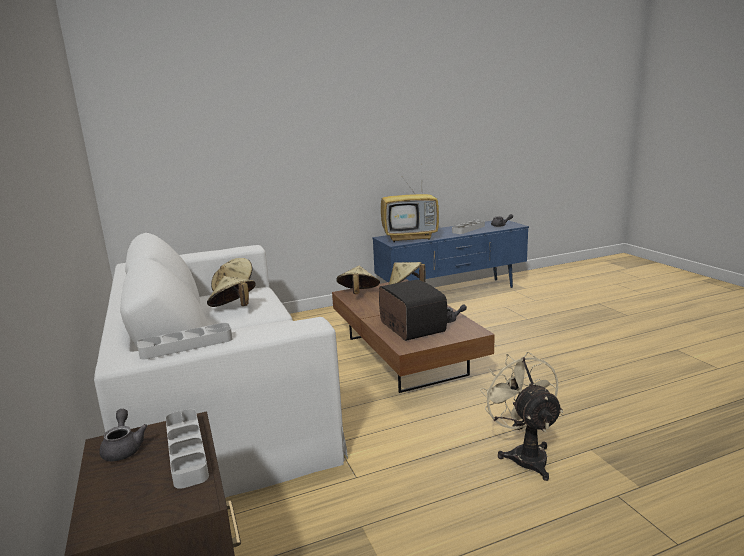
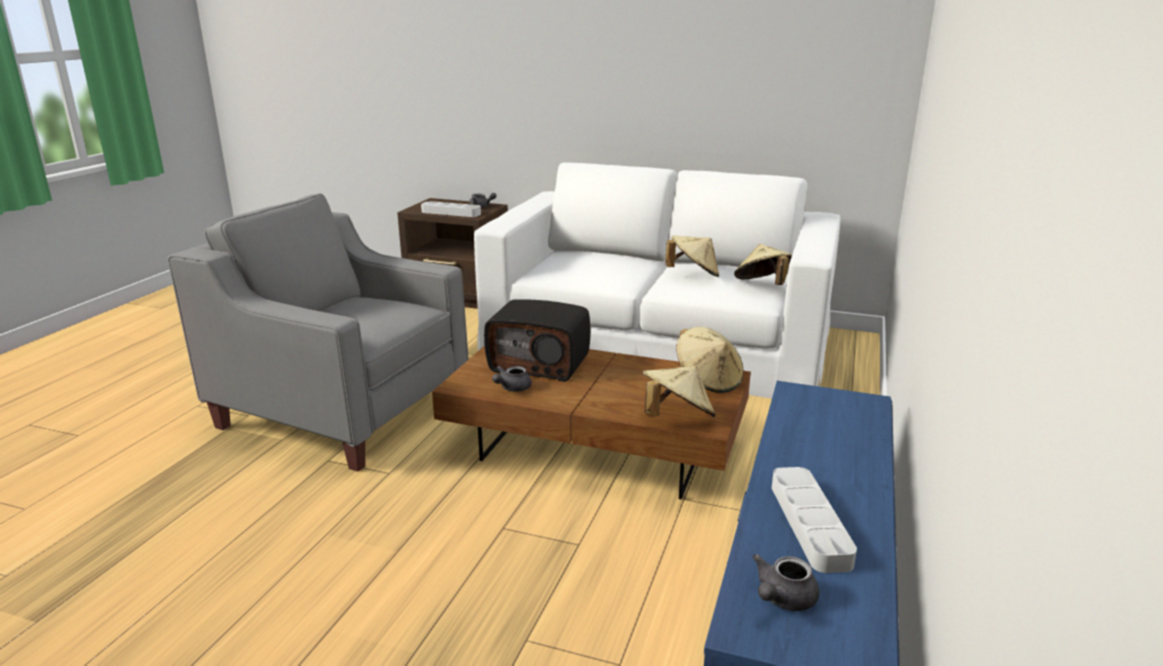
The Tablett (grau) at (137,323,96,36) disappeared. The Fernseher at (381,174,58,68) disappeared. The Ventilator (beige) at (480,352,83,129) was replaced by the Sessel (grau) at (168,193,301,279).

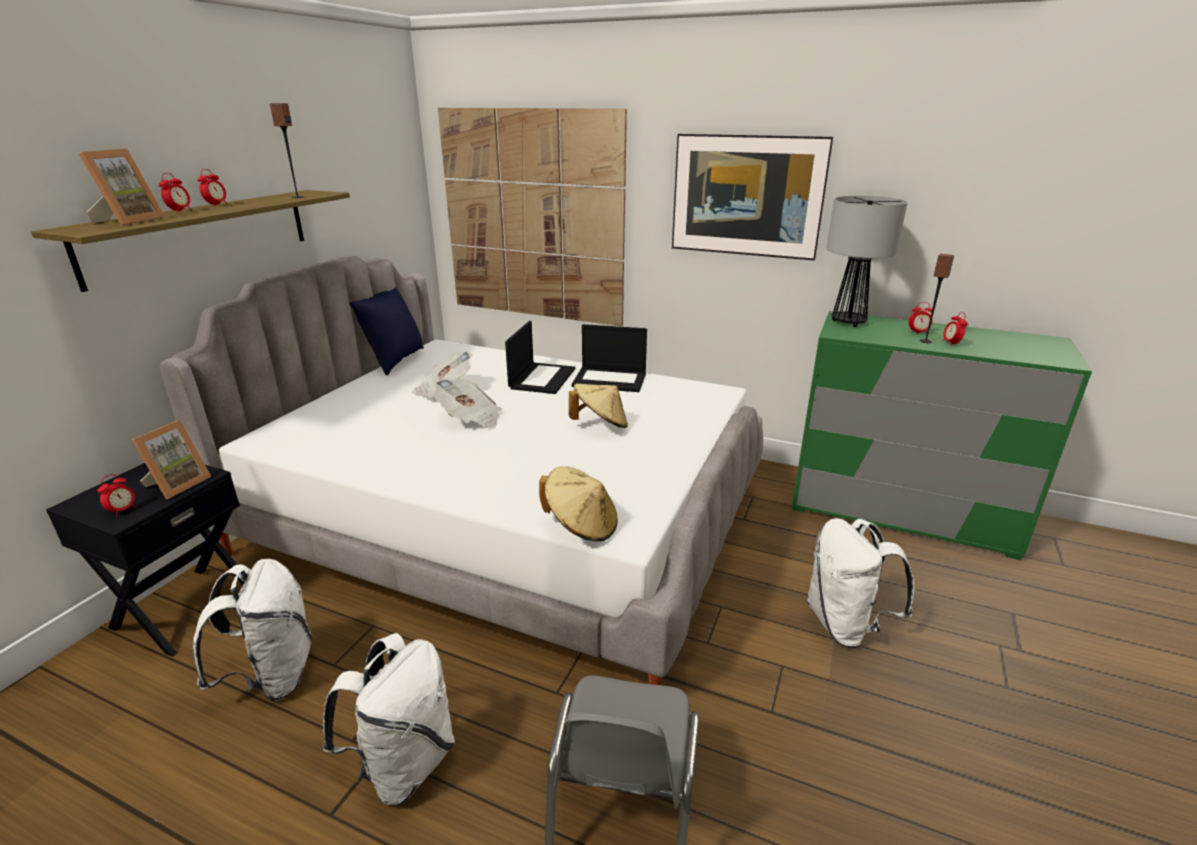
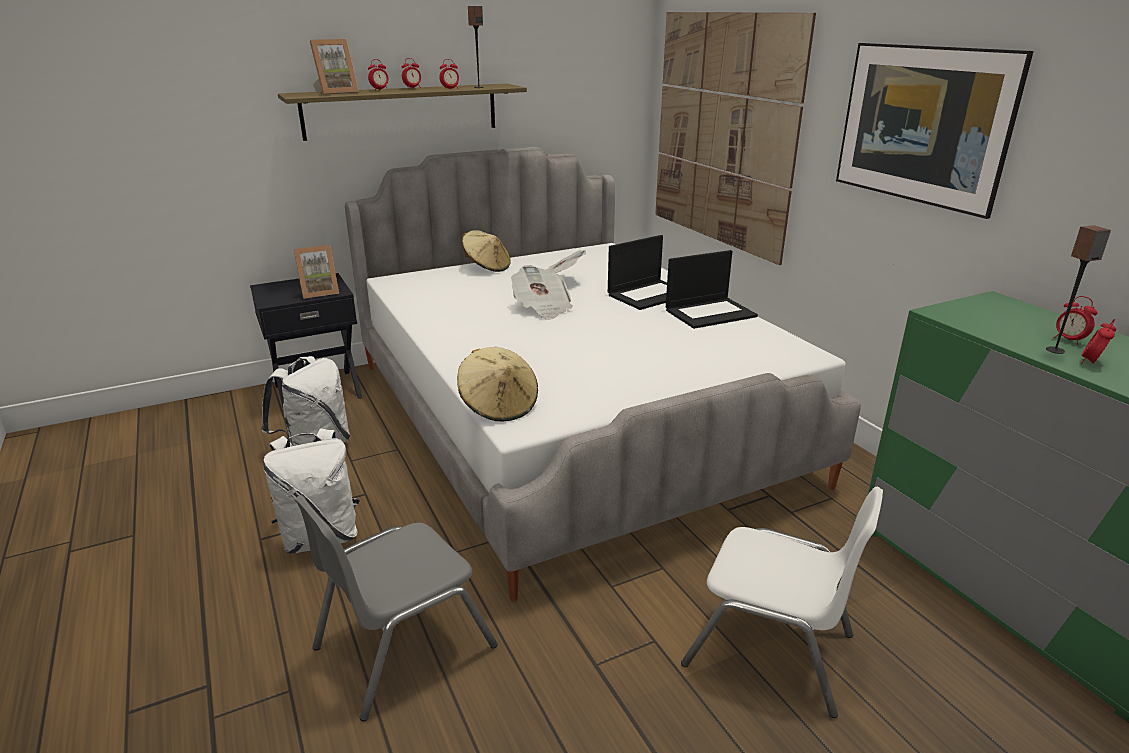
The Kissen (blau) at (349,288,75,88) disappeared. The Tischlampe at (826,196,82,131) disappeared. The Wecker moved from (97,474,40,43) to (439,59,20,30). The Hut (beige) moved from (569,383,59,45) to (462,230,49,42). The Rucksack (weiß) at (808,518,107,130) was replaced by the Stuhl (weiß) at (681,487,202,231). The Laptop at (571,324,76,68) turned 75 degrees counterclockwise.

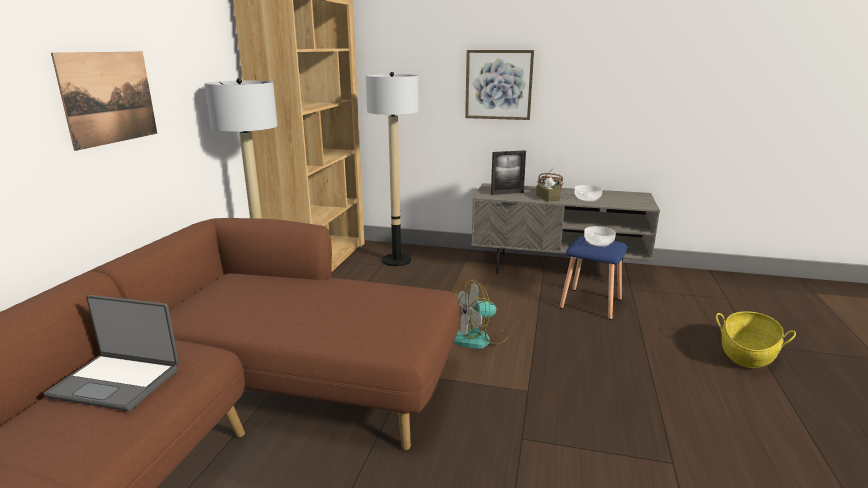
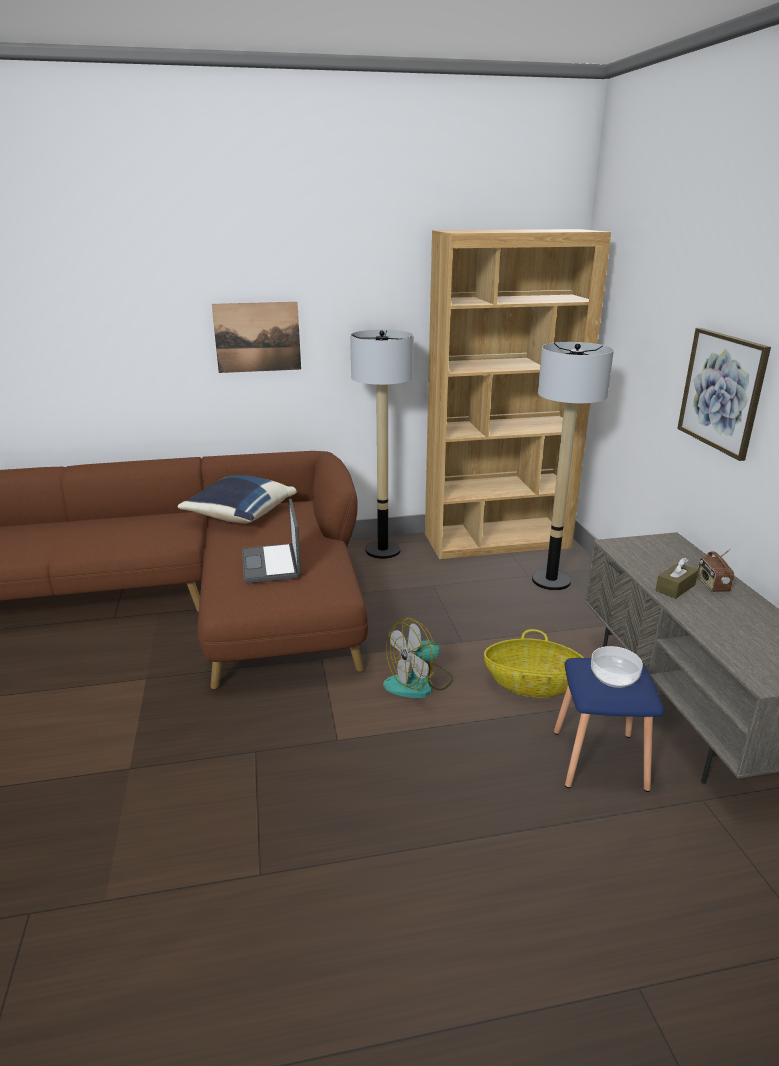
The Bilderrahmen at (491,150,35,45) disappeared. The Schüssel at (574,185,29,17) disappeared. The Kissen (blau) at (178,475,119,48) appeared. The Laptop moved from (44,295,135,116) to (242,499,59,85). The Korb moved from (716,311,80,57) to (484,629,100,69). The Ventilator at (454,279,54,70) turned 75 degrees counterclockwise.

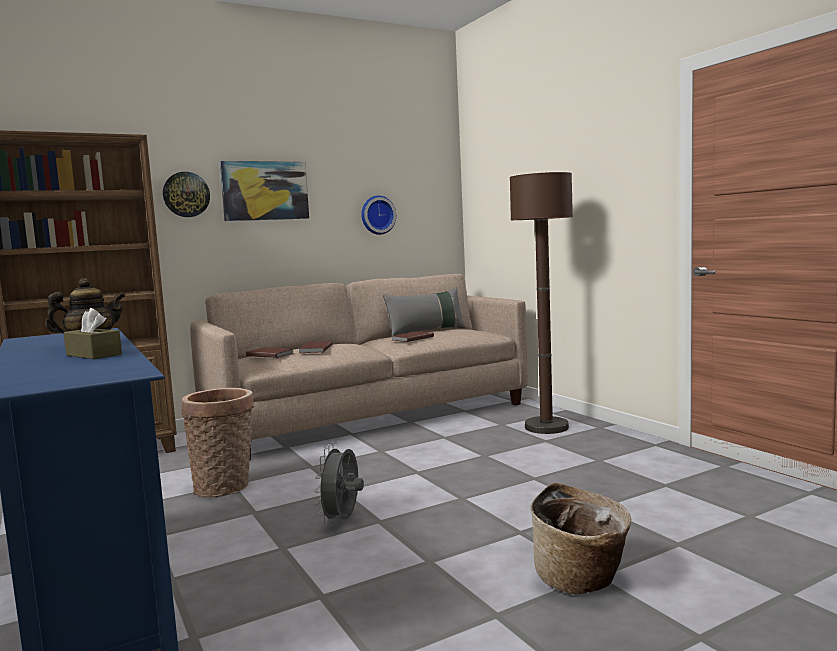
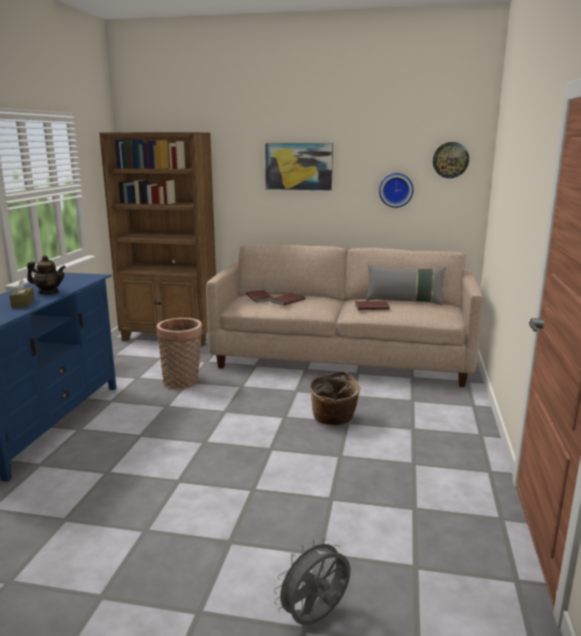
The Stehlampe (braun) at (510,172,63,262) disappeared. The Wanduhr moved from (163,172,47,45) to (433,142,36,36). The Ventilator (grau) moved from (315,444,49,80) to (274,537,76,88). The Korb moved from (530,483,101,111) to (310,371,50,54).

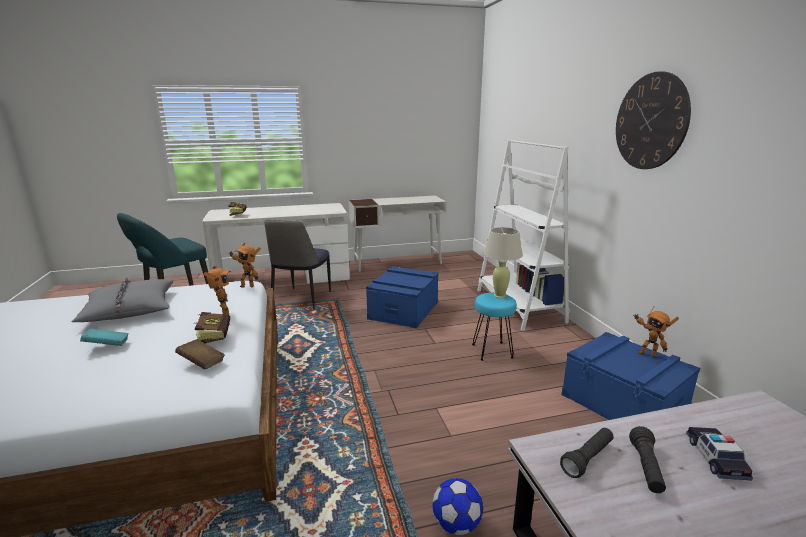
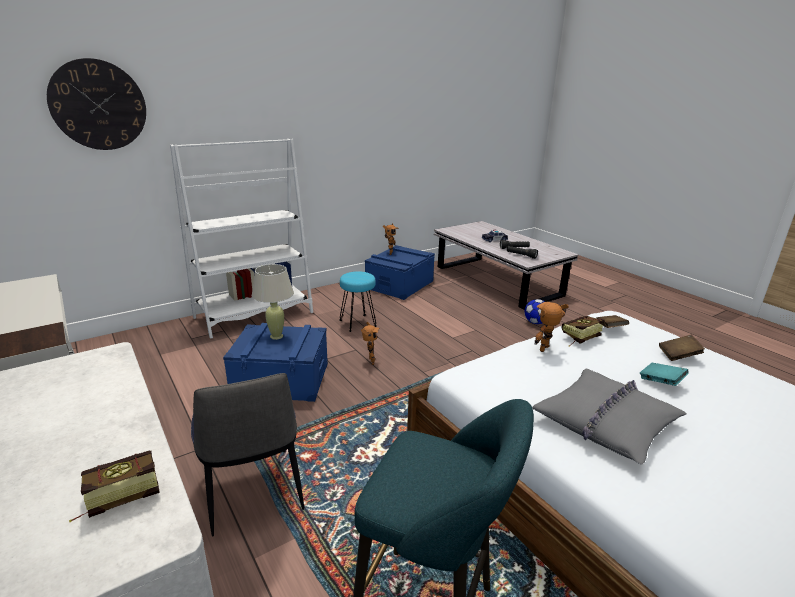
The Buch (braun) at (659,335,46,26) appeared. The Spielzeugroboter moved from (229,242,32,46) to (361,322,19,43). The Tischlampe (beige) moved from (484,227,39,71) to (252,264,42,76). The Wanduhr moved from (616,71,75,98) to (47,58,99,92). The Stuhl at (264,220,67,89) turned 75 degrees clockwise.

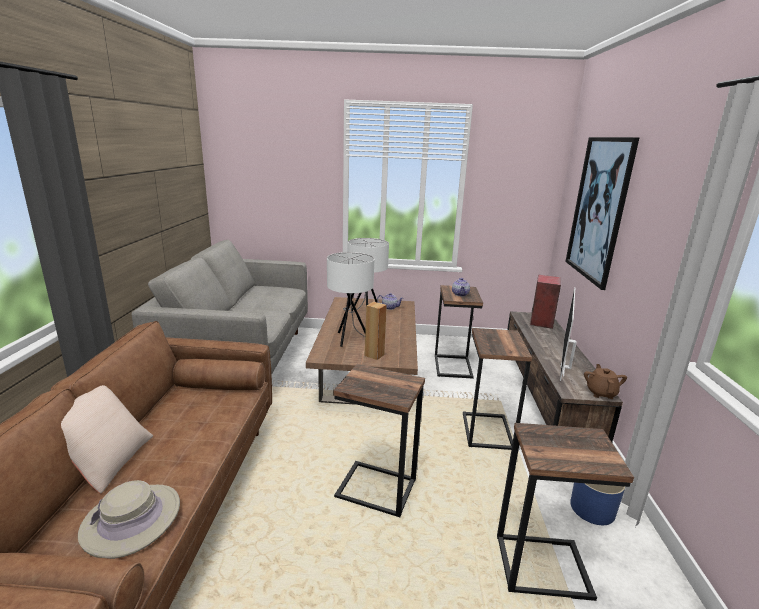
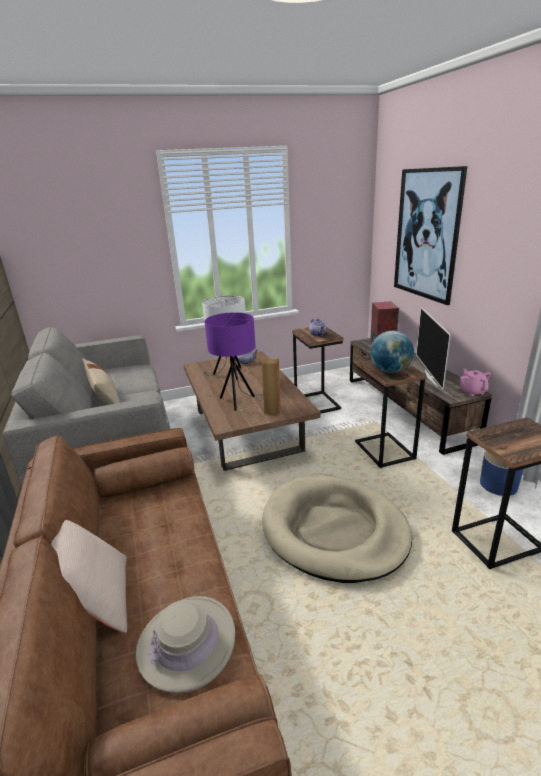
The Kissen (beige) at (82,358,38,47) appeared. The Globus at (370,331,44,42) appeared. The Beistelltisch at (333,364,92,153) was replaced by the Hundebett (beige) at (262,476,150,107). The Tischlampe (weiß) at (327,252,47,95) became the Tischlampe (lila) at (204,312,59,99). The Teekanne (braun) at (584,364,43,35) became the Teekanne (rosa) at (460,368,31,28).

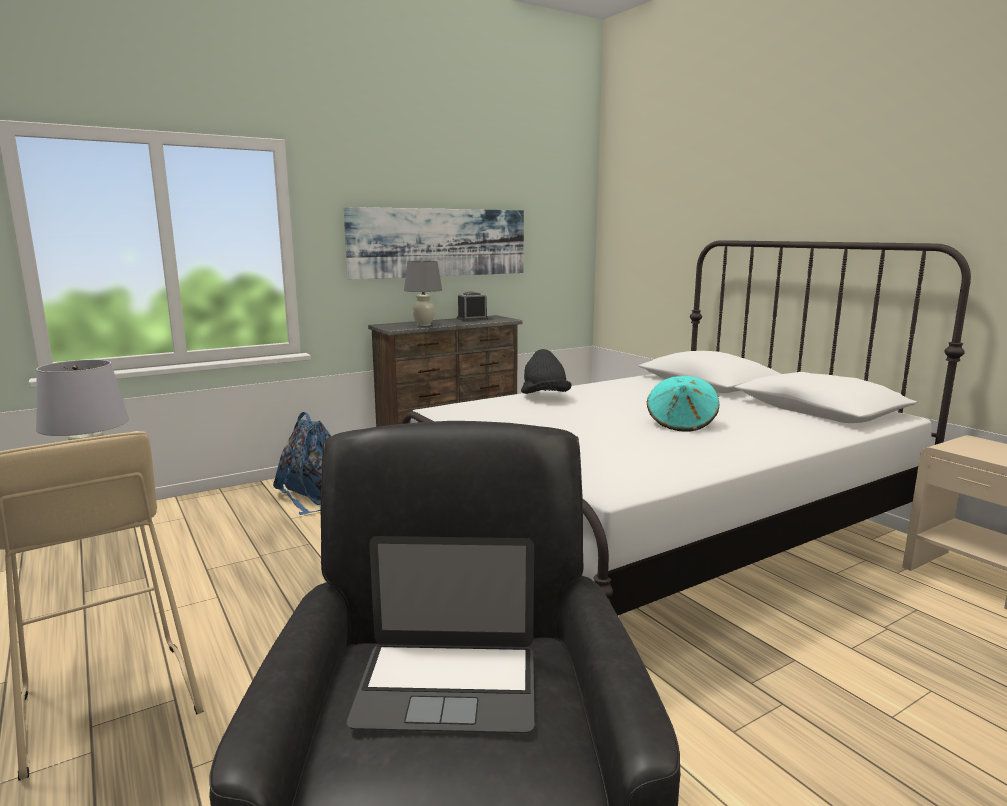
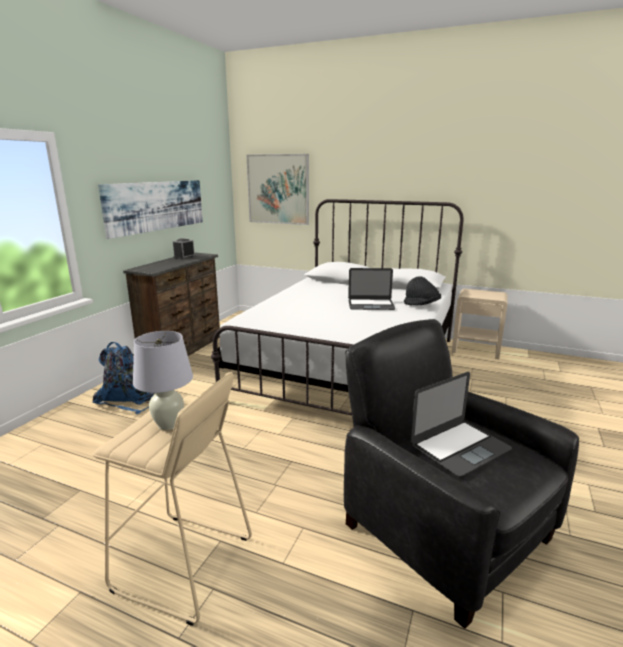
The Tischlampe (grau) at (404,260,38,66) disappeared. The Bild at (247,154,62,71) appeared. The Hut (schwarz) moved from (521,349,50,45) to (404,276,37,30). The Hut (türkis) at (647,376,72,56) was replaced by the Laptop at (348,268,48,42).

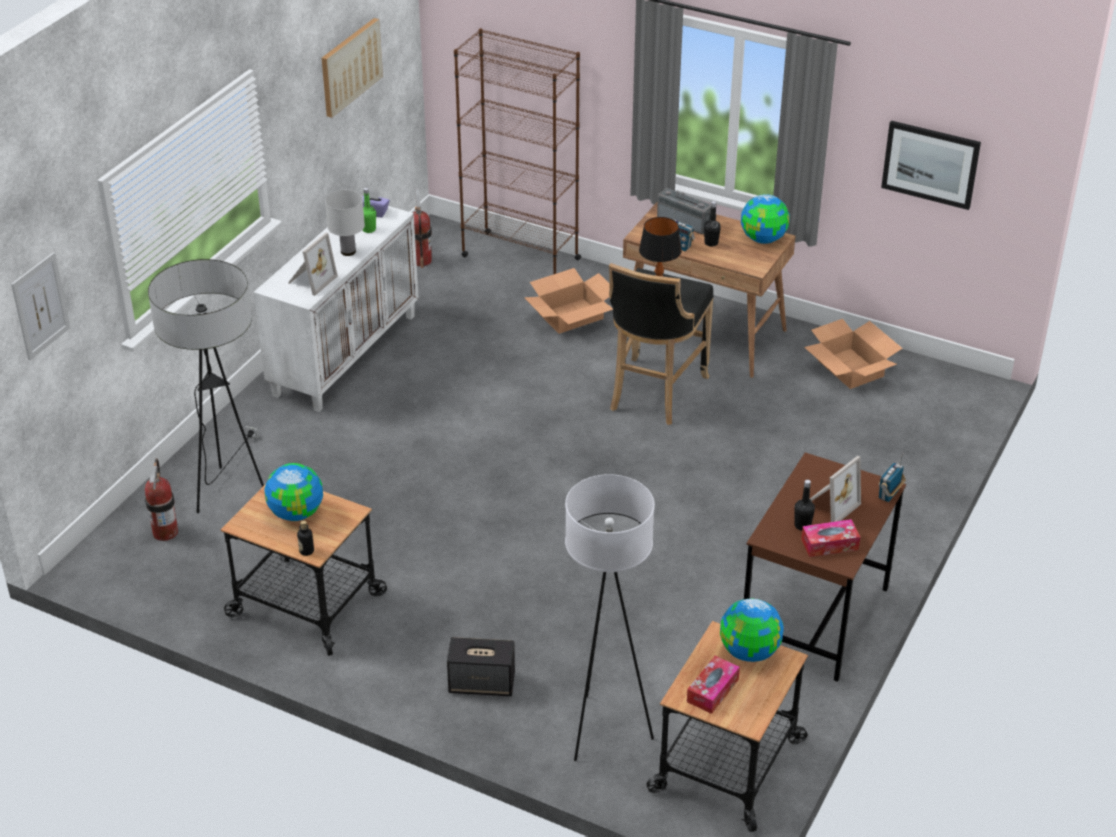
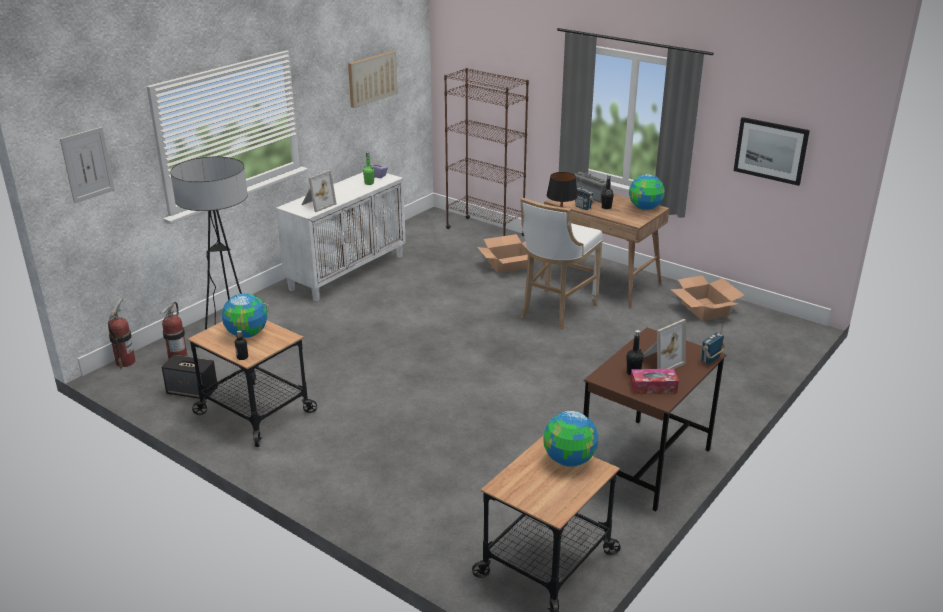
The Tischlampe (weiß) at (325,190,40,66) disappeared. The Stehlampe (weiß) at (565,474,90,287) disappeared. The Taschentuchbox at (687,656,53,58) disappeared. The Feuerlöscher moved from (413,188,19,80) to (108,298,28,70). The Lautsprecher moved from (447,637,68,59) to (162,355,56,45). The Hocker (schwarz) at (609,263,104,162) became the Hocker (weiß) at (520,198,83,132).

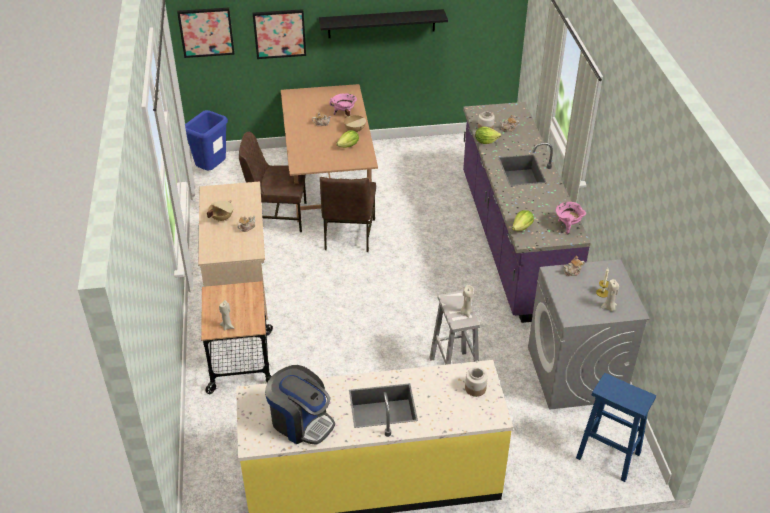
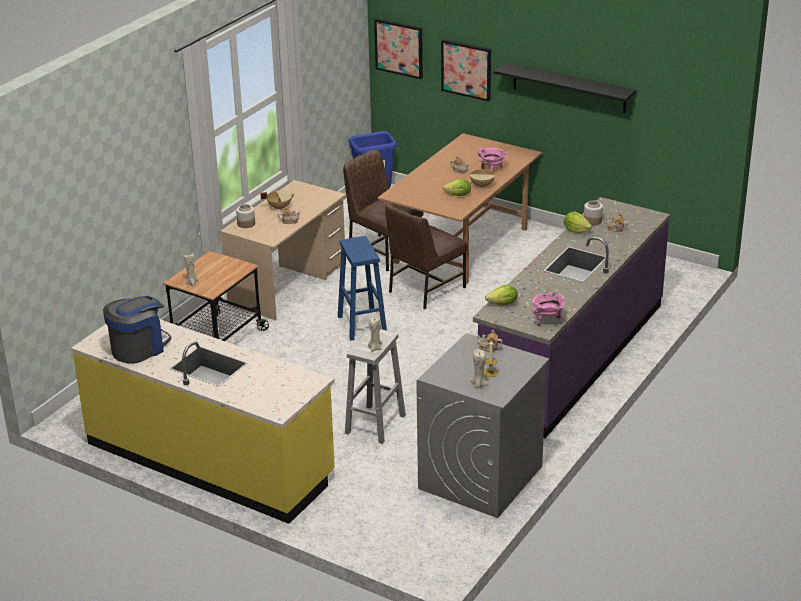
The Vorratsglas moved from (465,367,23,30) to (236,204,19,24). The Hocker (blau) moved from (576,373,80,109) to (338,236,49,104). The Kaffeemaschine at (265,365,70,80) turned 120 degrees counterclockwise.

